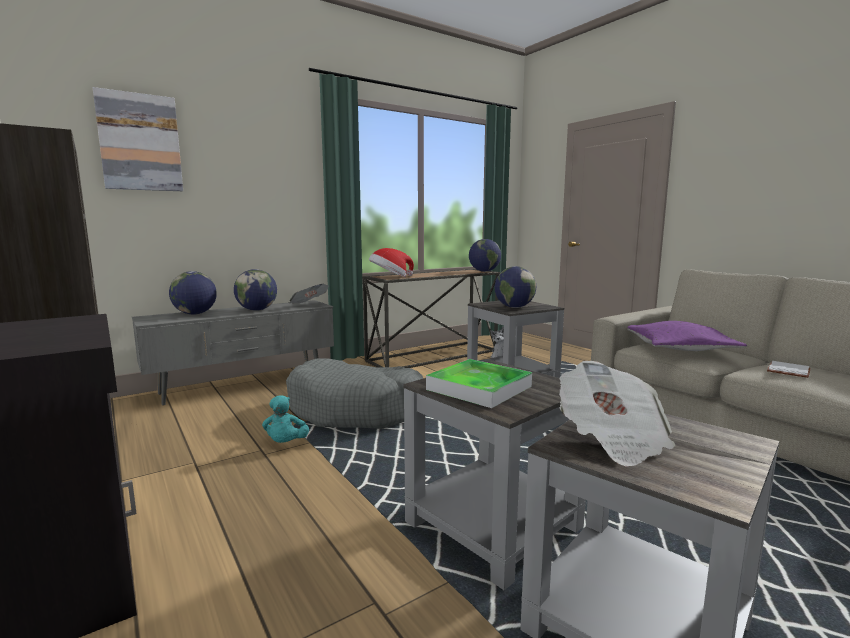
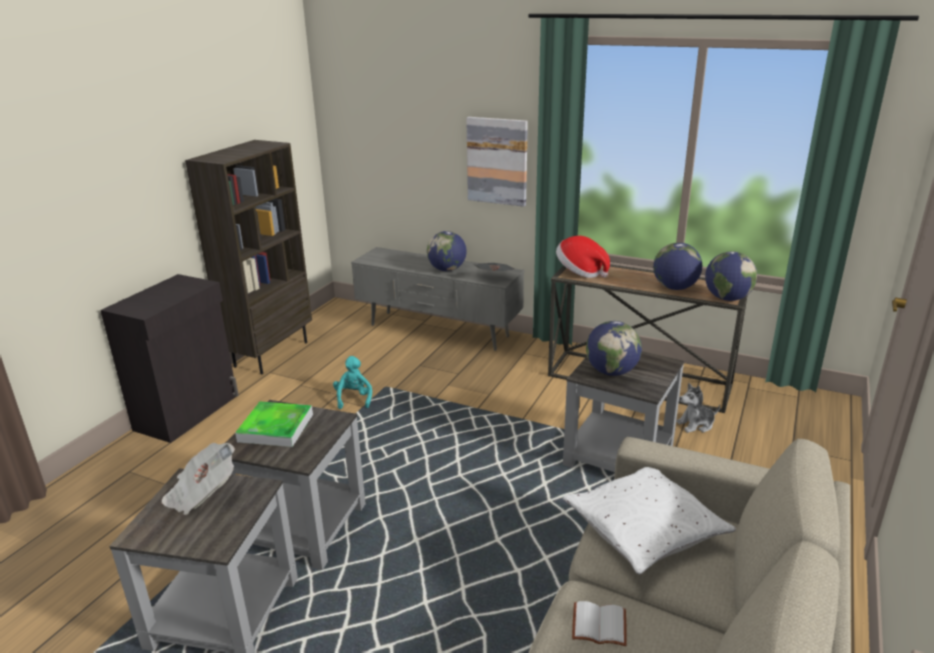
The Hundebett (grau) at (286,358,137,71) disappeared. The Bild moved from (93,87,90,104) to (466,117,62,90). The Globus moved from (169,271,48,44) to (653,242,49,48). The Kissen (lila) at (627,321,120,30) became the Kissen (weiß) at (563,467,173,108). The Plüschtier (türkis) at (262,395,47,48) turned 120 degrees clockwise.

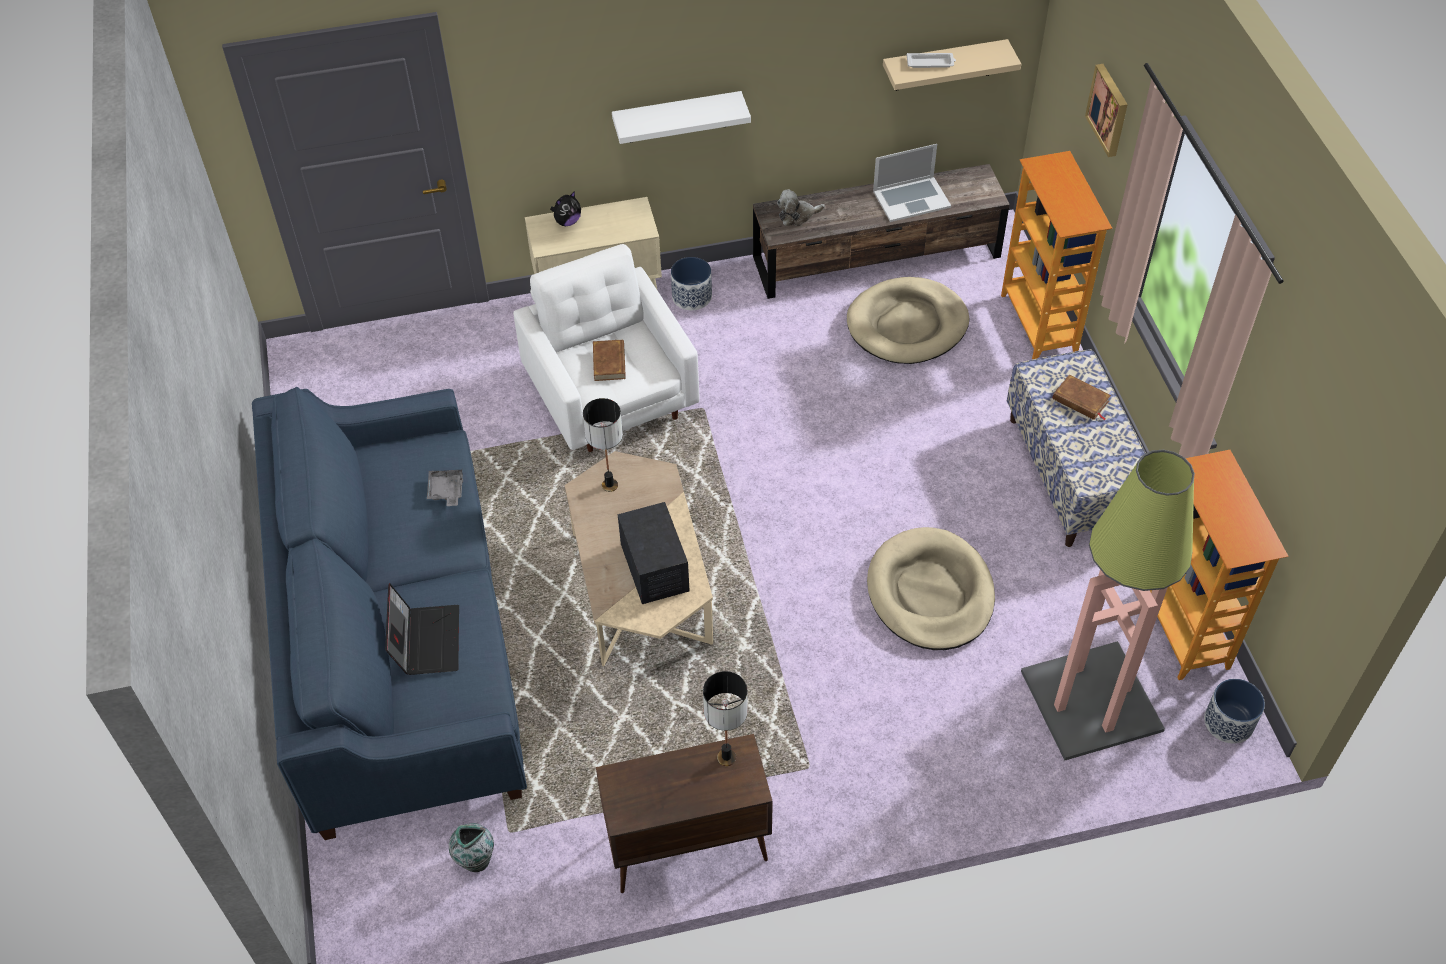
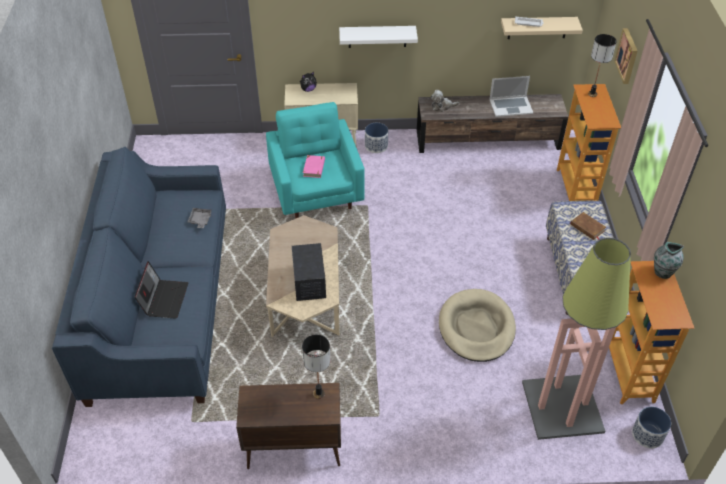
The Hundebett (beige) at (847,277,122,87) disappeared. The Vase moved from (449,823,45,49) to (654,242,30,37). The Tischlampe moved from (583,398,40,94) to (588,34,29,63). The Sessel (weiß) at (513,244,186,208) became the Sessel (türkis) at (266,102,99,116). The Buch (braun) at (593,339,33,42) became the Buch (rosa) at (303,155,22,23).

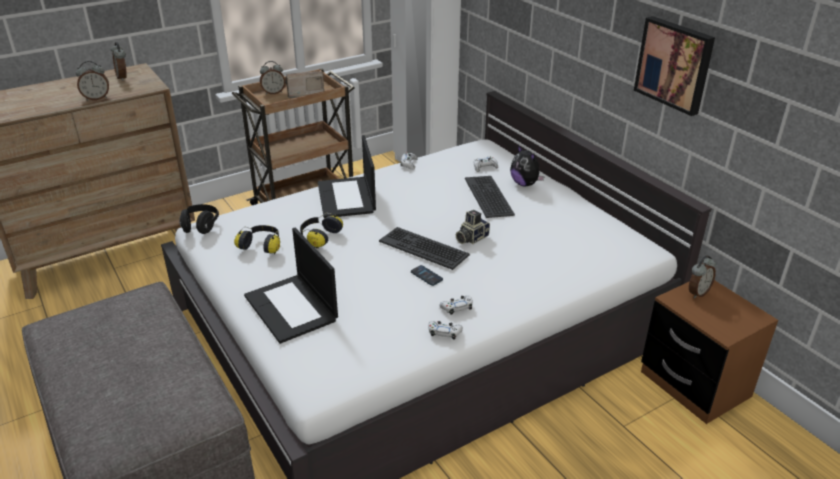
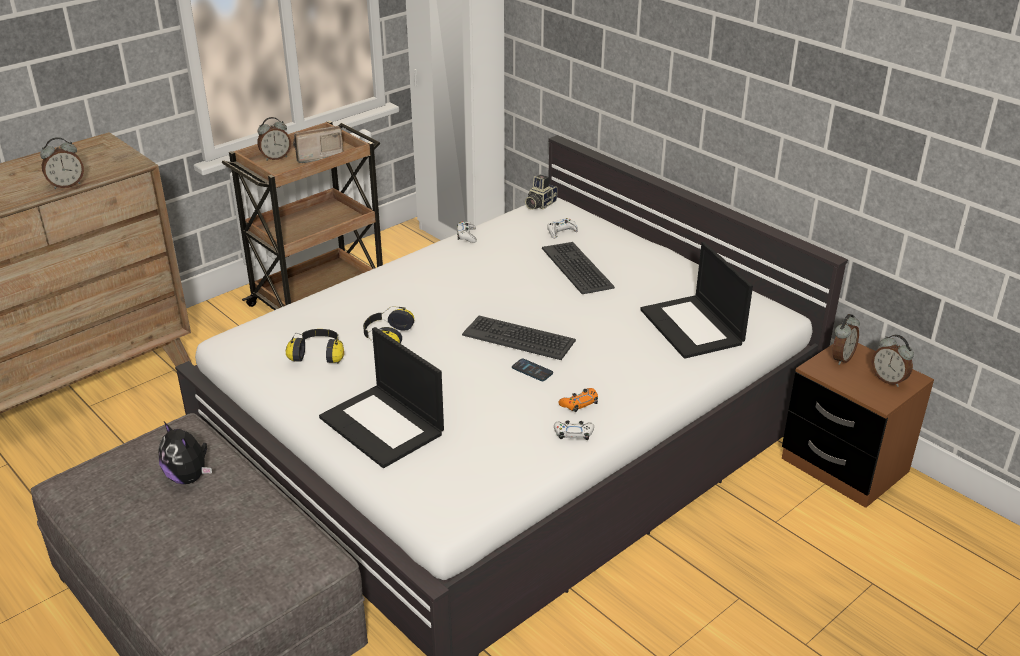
The Kopfhörer (schwarz) at (179,204,40,30) disappeared. The Bild at (634,16,81,100) disappeared. The Wecker moved from (111,42,16,39) to (871,335,43,52). The Laptop moved from (318,135,58,83) to (640,242,113,117). The Kamera moved from (456,210,34,34) to (525,175,32,35). The Plüschtier moved from (510,145,35,42) to (159,422,53,62). The Gamepad (weiß) at (440,295,33,20) became the Gamepad (orange) at (559,388,39,24).

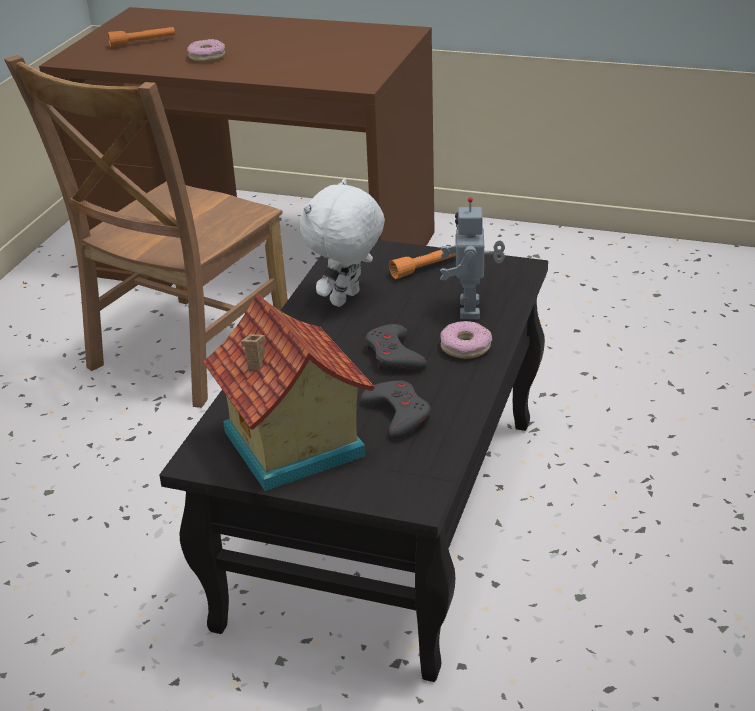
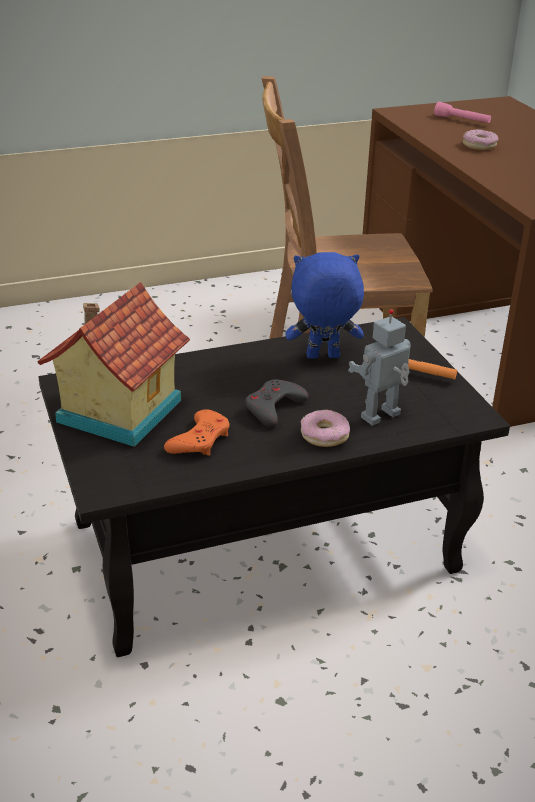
The Taschenlampe (orange) at (108,27,67,21) became the Taschenlampe (rosa) at (434,102,57,21). The Plüschtier (weiß) at (300,178,85,129) became the Plüschtier (blau) at (285,252,79,107). The Gamepad (grau) at (361,380,70,59) became the Gamepad (orange) at (164,409,66,47).

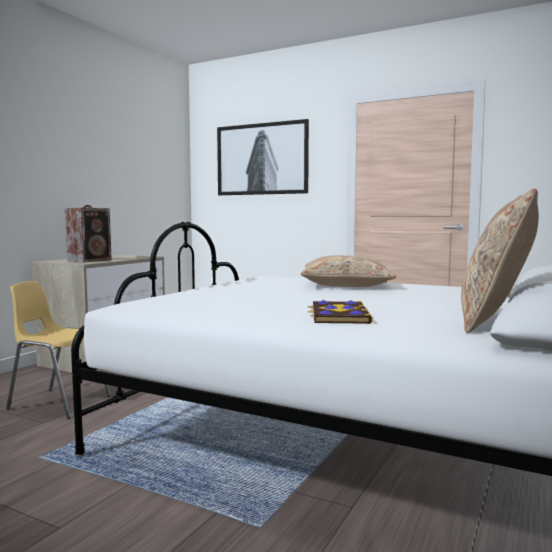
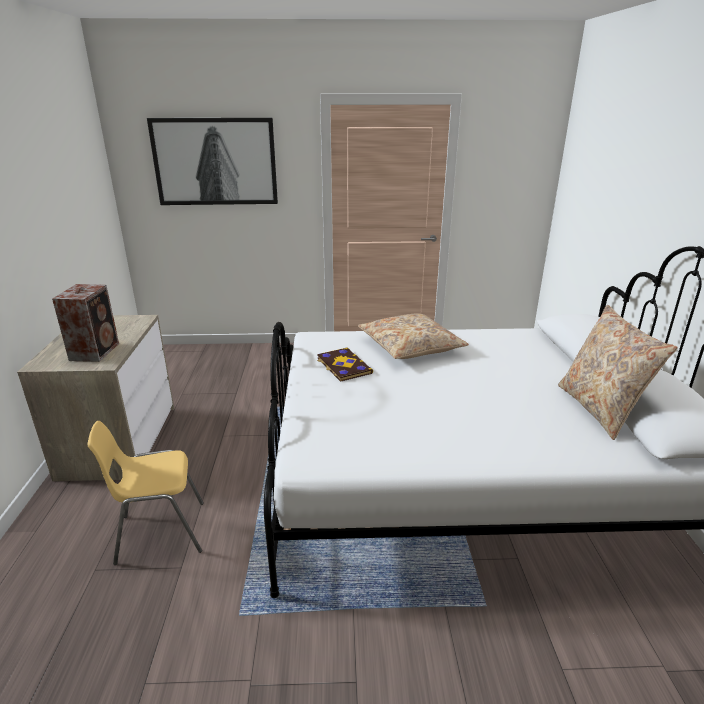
The Buch moved from (307,300,66,24) to (317,347,56,35).

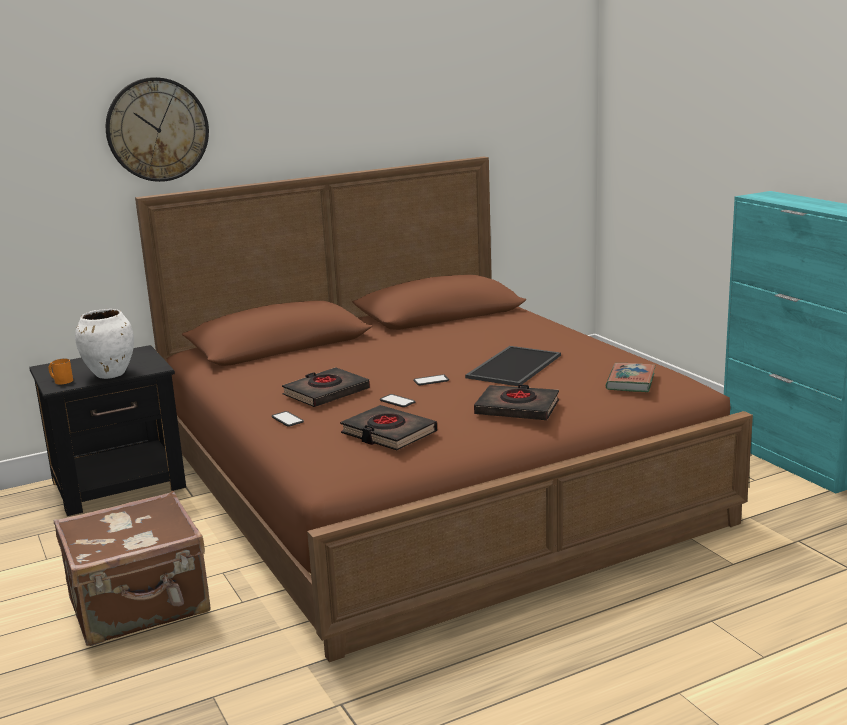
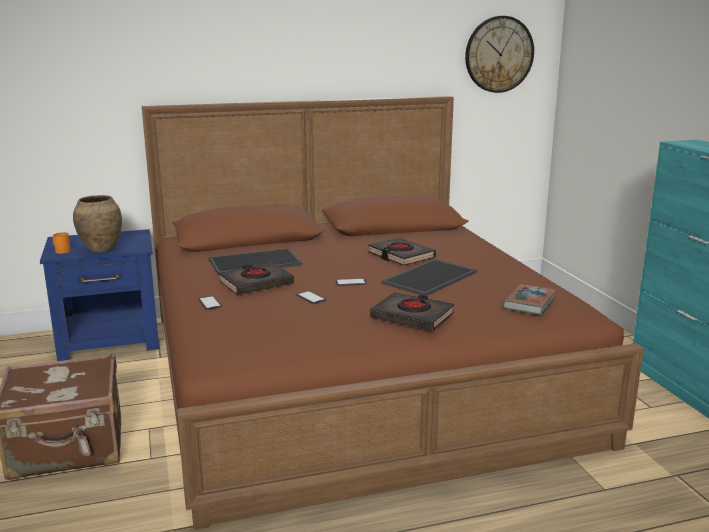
The Tablett at (209,248,94,27) appeared. The Wanduhr moved from (106,77,103,105) to (465,16,69,77). The Buch (schwarz) moved from (340,405,97,45) to (368,238,68,28). The Nachttisch (schwarz) at (30,345,156,171) became the Nachttisch (blau) at (40,229,119,132). The Vase (weiß) at (75,309,59,70) became the Vase (braun) at (73,195,49,58).

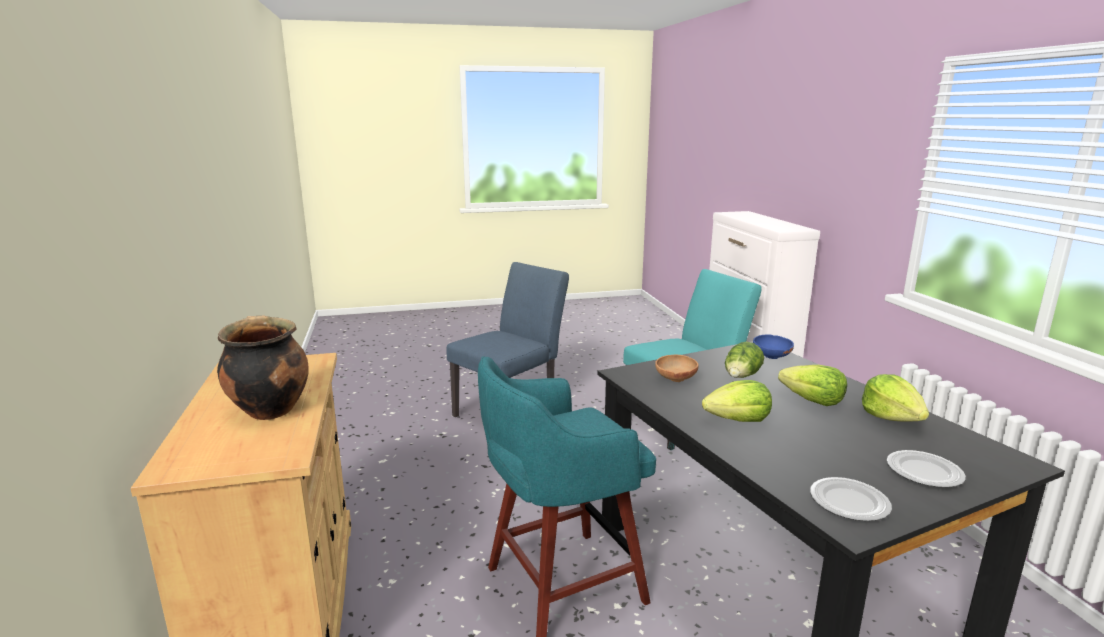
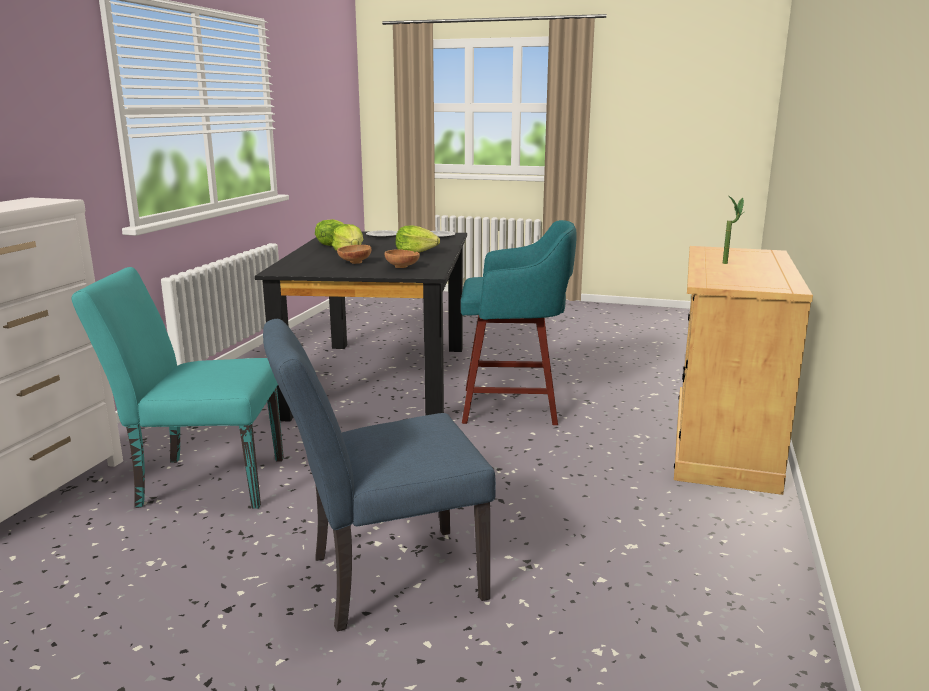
The Schüssel (blau) at (753,335,41,24) disappeared. The Kochtopf at (217,316,92,104) was replaced by the Topfpflanze at (723,195,21,69). The Salatkopf at (725,342,39,36) was replaced by the Schüssel (braun) at (337,245,34,19).

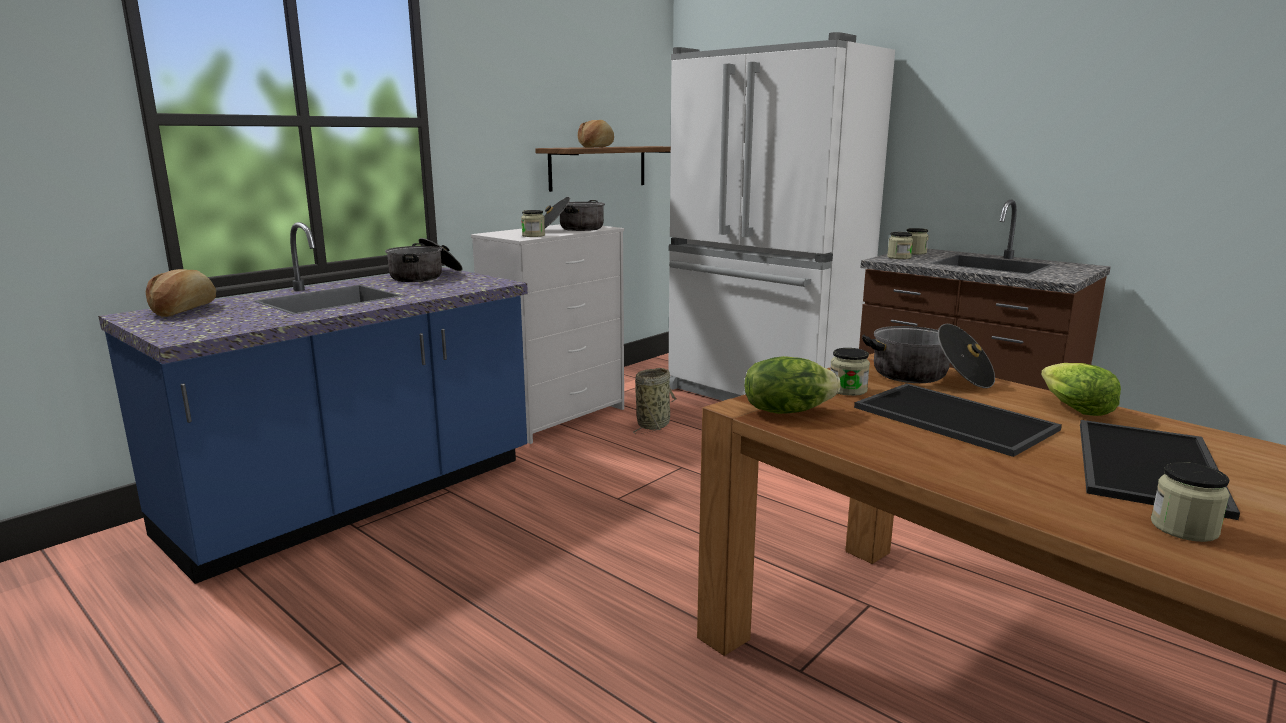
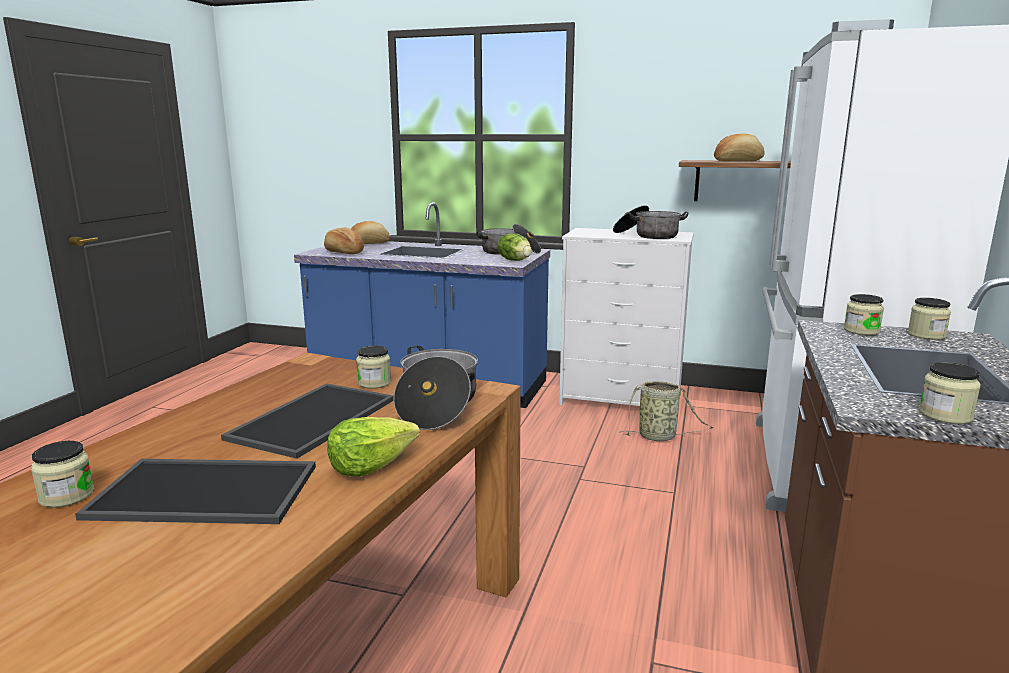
The Brot at (324,227,40,27) appeared. The Vorratsglas moved from (521,210,24,27) to (919,362,62,62). The Salatkopf moved from (744,356,97,58) to (498,233,34,28).

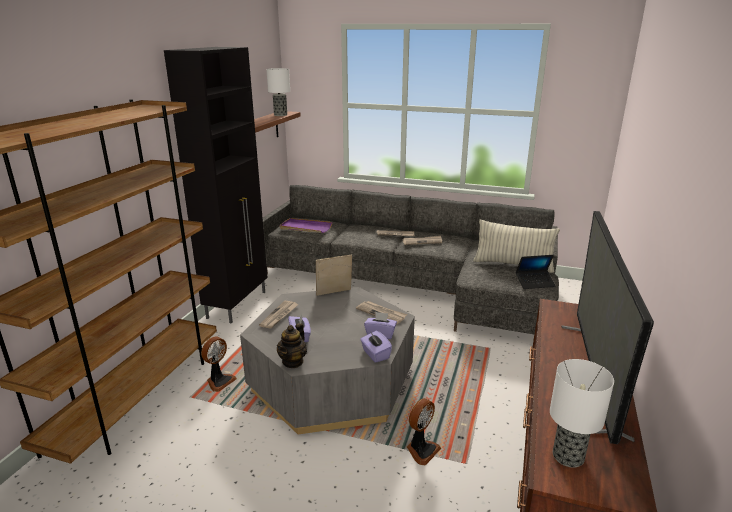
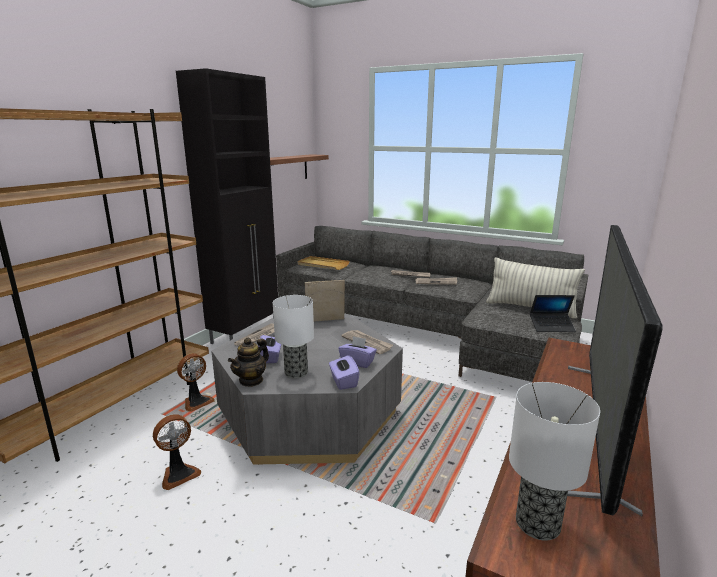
The Tischlampe moved from (266,68,24,48) to (273,295,41,83). The Ventilator moved from (407,398,34,67) to (153,414,48,76). The Tablett (lila) at (279,218,54,15) became the Tablett (beige) at (297,256,53,14).

